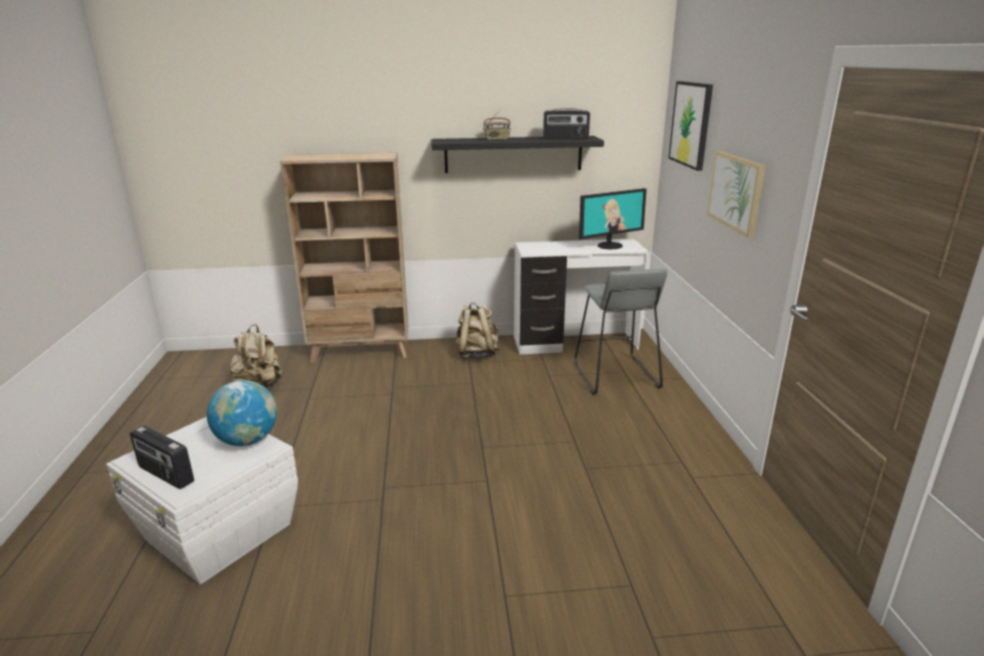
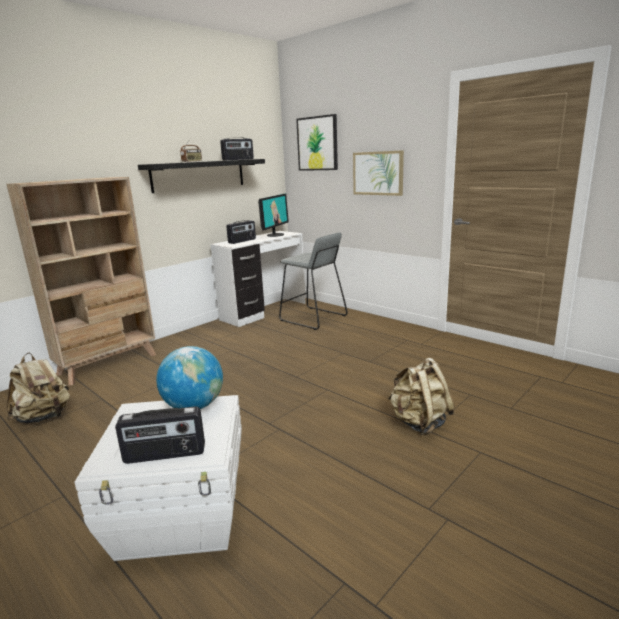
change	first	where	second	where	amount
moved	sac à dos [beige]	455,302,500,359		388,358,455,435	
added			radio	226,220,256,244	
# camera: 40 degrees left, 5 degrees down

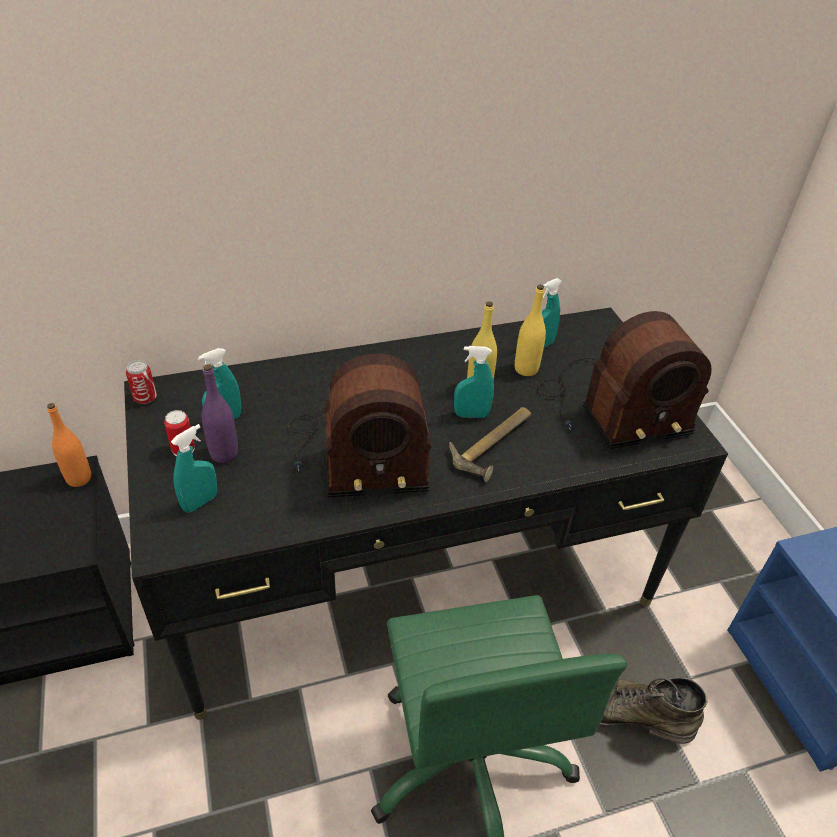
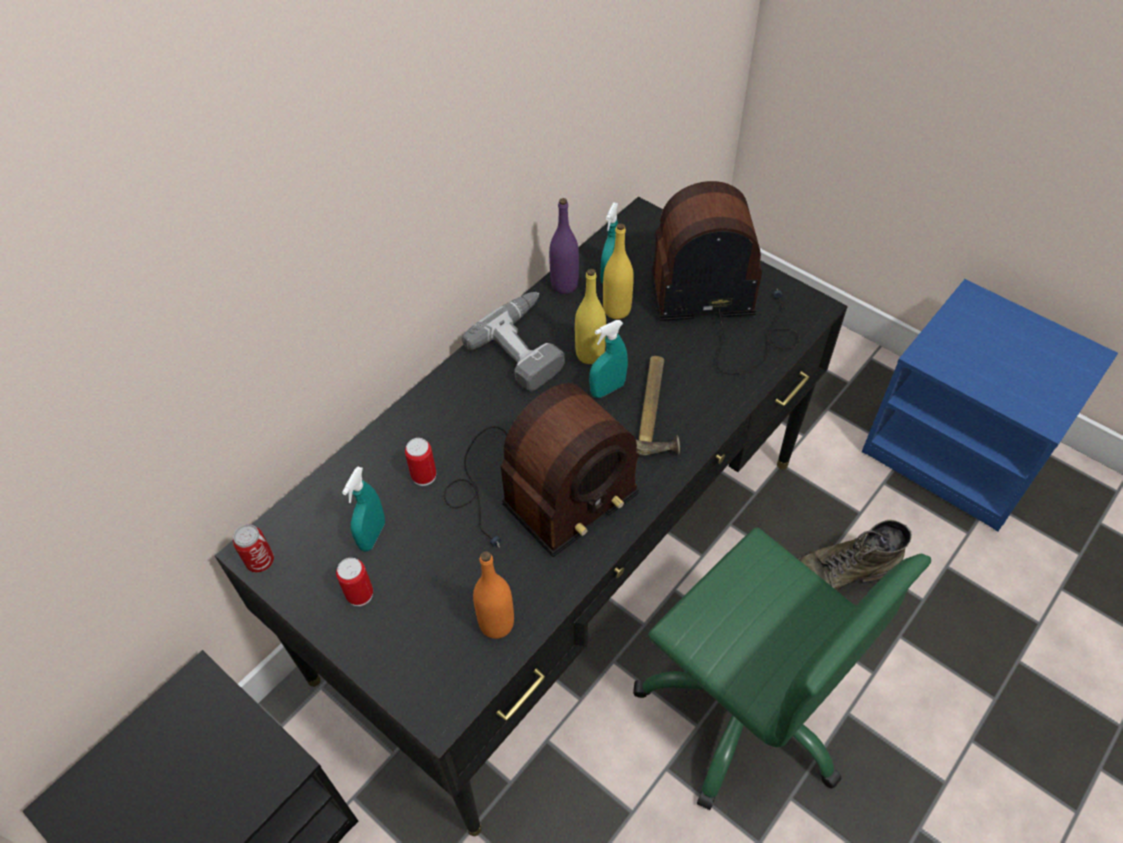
change	first	where	second	where	amount
turned	radio	539,311,712,449		651,181,799,374	135 degrees counterclockwise
moved	bouteille [violet]	202,364,238,463		549,198,579,294	
moved	bouteille [orange]	47,403,91,487		473,551,514,639	
removed	vaporisateur [turquoise]	171,424,217,512			
added			perceuse	462,292,565,392	
added			boîte métallique	405,438,436,486	
# camera: 30 degrees left, 10 degrees up

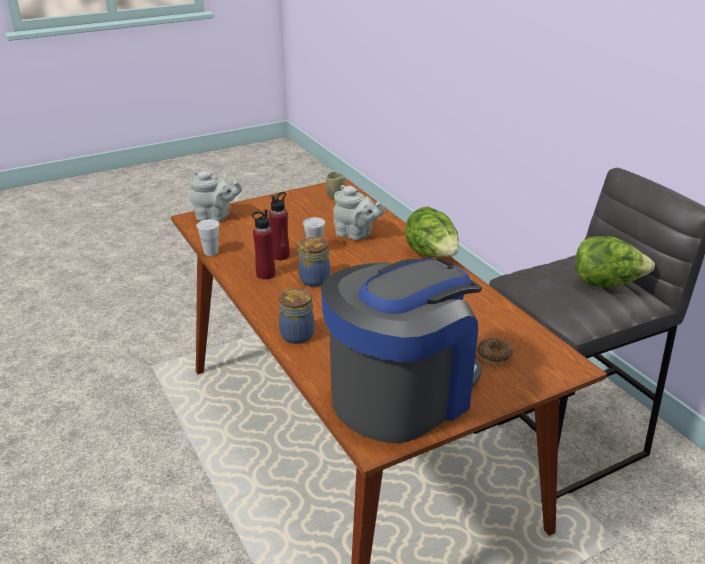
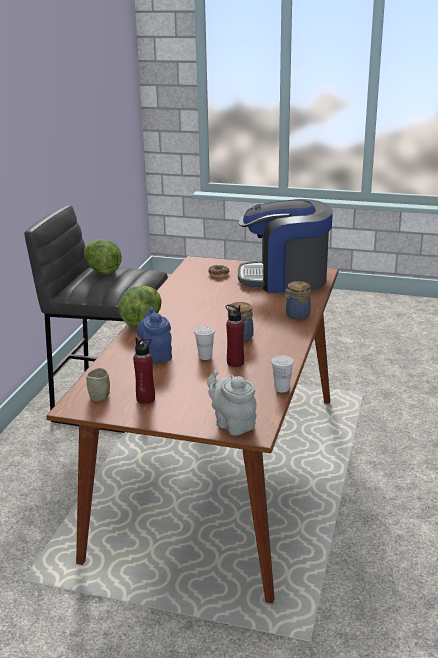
change	first	where	second	where	amount
recoloured	théière [gris]	333,185,385,240	théière [bleu]	137,307,172,363	
moved	bouteille [rouge]	252,209,275,279		133,338,155,404	
# camera: 135 degrees left, 5 degrees down

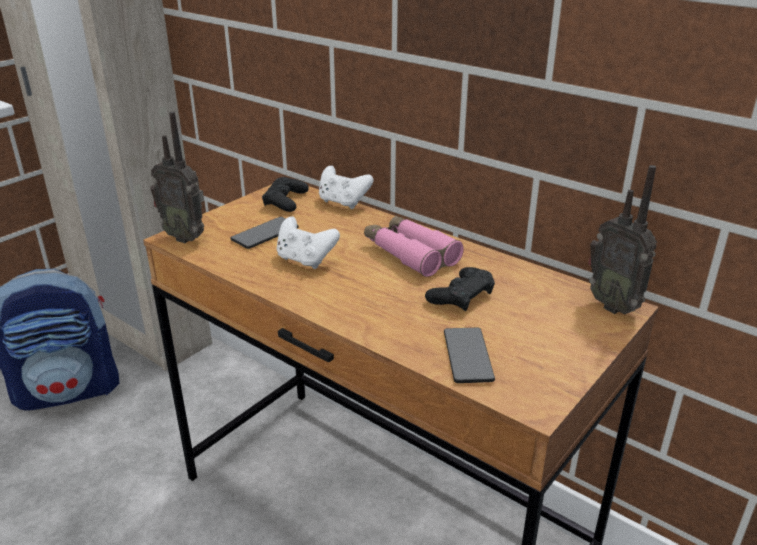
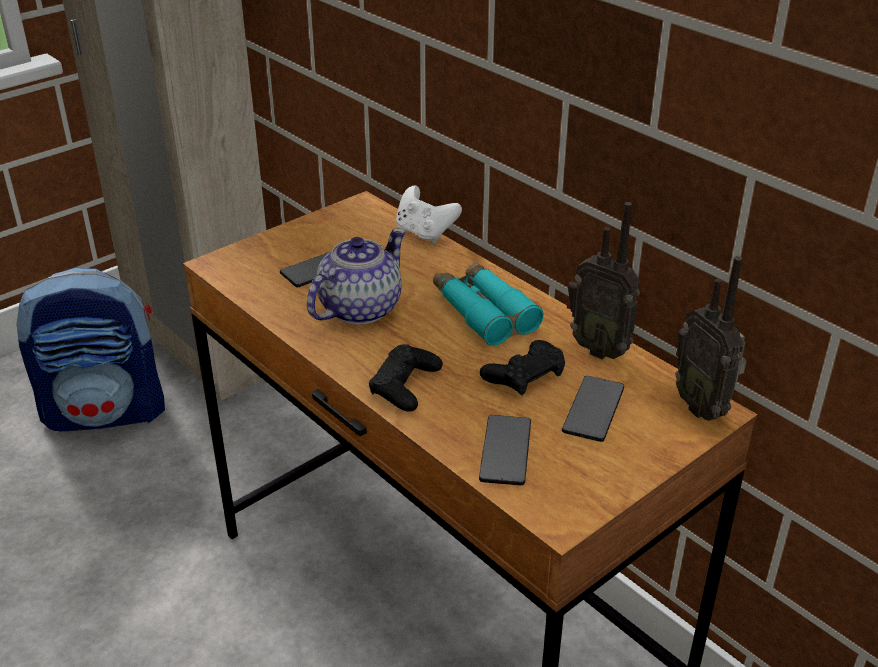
change	first	where	second	where	amount
moved	radio	150,112,204,243		567,202,640,359	
moved	manette [noir]	262,177,309,212		369,344,443,412	
recoloured	jumelles [rose]	364,215,464,277	jumelles [turquoise]	433,262,543,346	
replaced	manette [blanc]	277,216,340,269	théière	307,228,406,324	
added			téléphone	562,376,624,442	
# camera: 10 degrees right, 5 degrees up

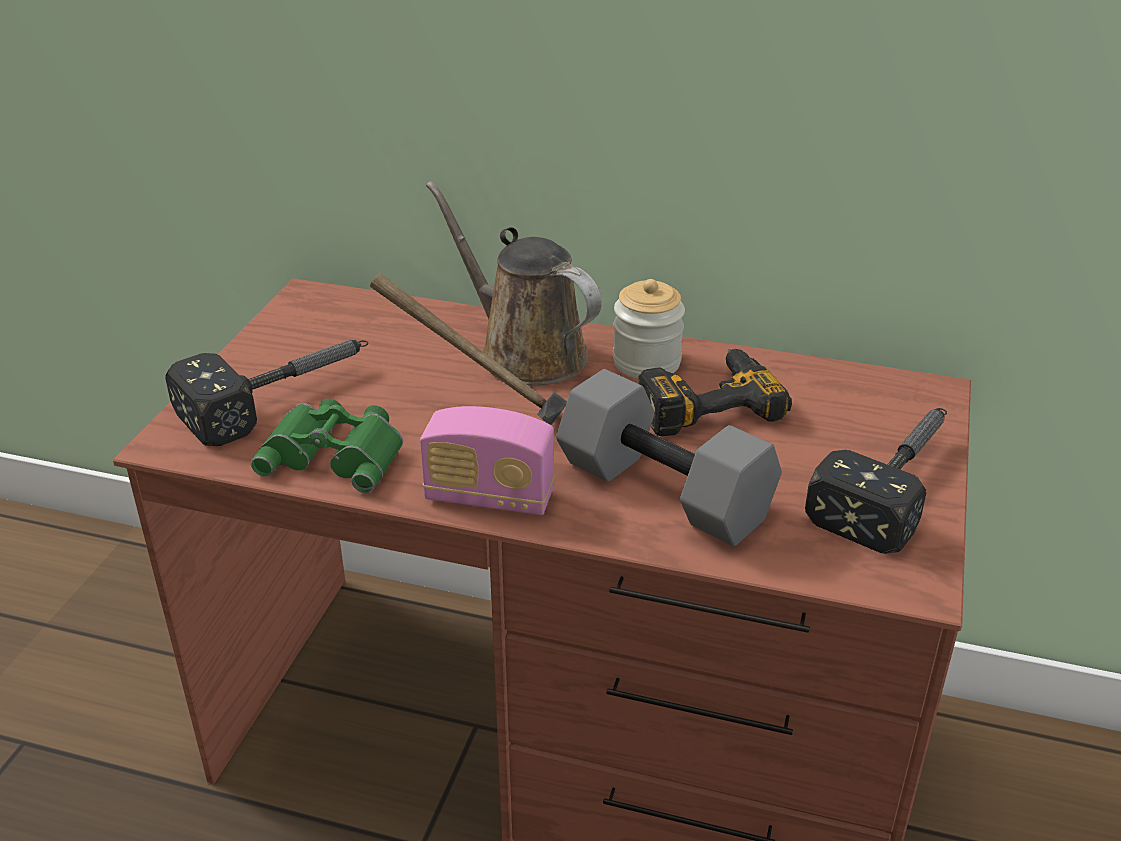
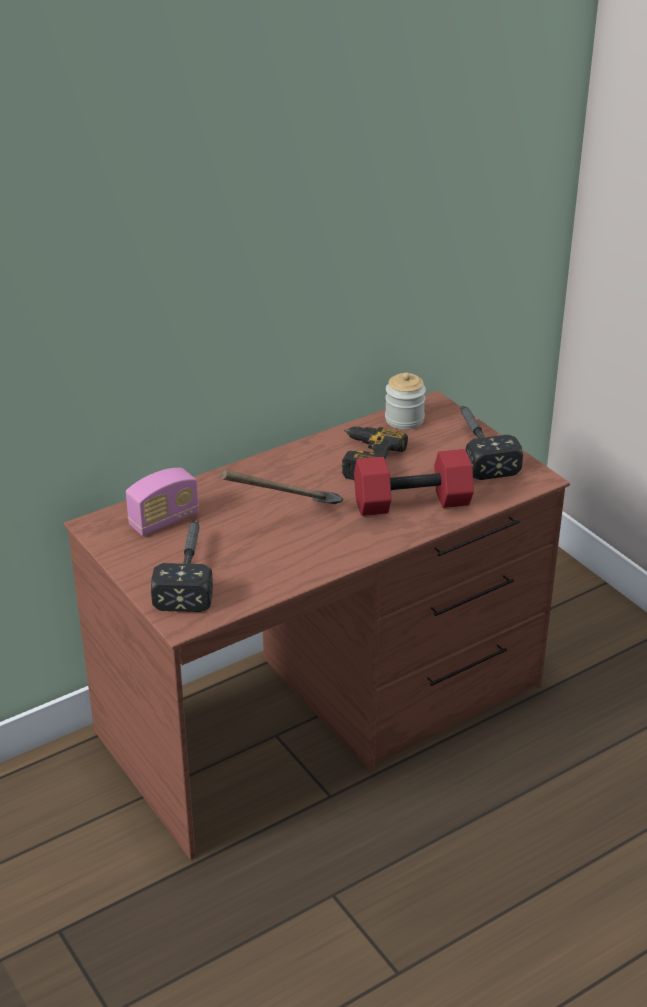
change	first	where	second	where	amount
removed	arrosoir [marron]	426,181,602,385			
moved	bocal	613,279,685,378		385,372,426,429	
recoloured	haltère [gris]	556,369,782,546	haltère [rouge]	354,449,474,516	
removed	jumelles [vert]	251,398,403,493			
moved	radio	420,406,555,515		126,468,199,536	
# camera: 50 degrees left, 0 degrees up

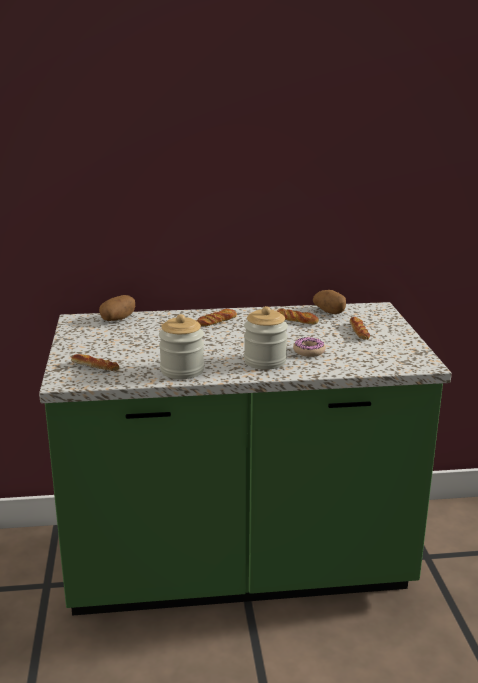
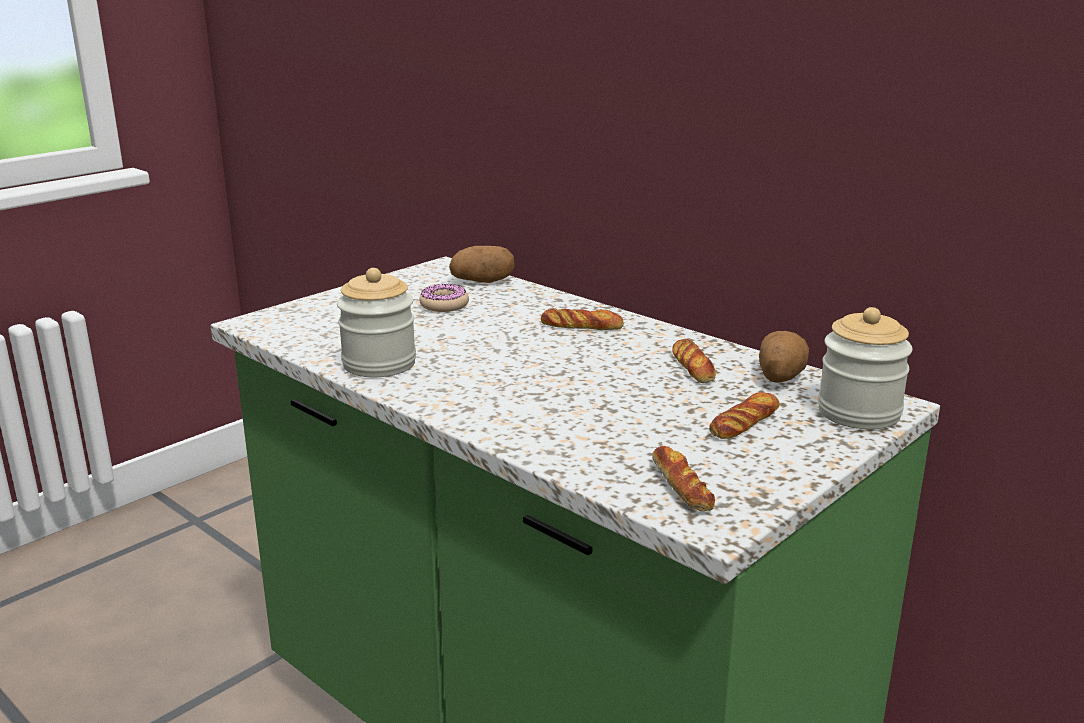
change	first	where	second	where	amount
moved	bocal	244,306,288,370		818,307,913,429	
moved	beignet	293,337,326,357		419,284,469,312	
moved	pain	71,354,119,371		652,446,715,511	
# camera: 50 degrees right, 0 degrees up

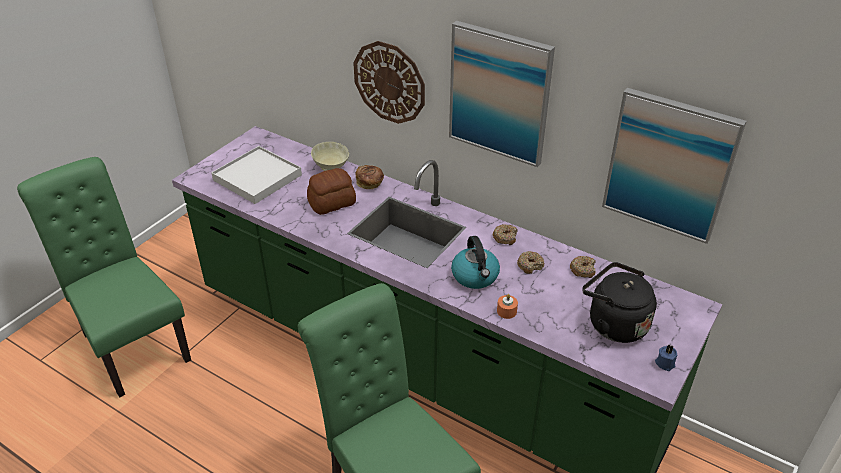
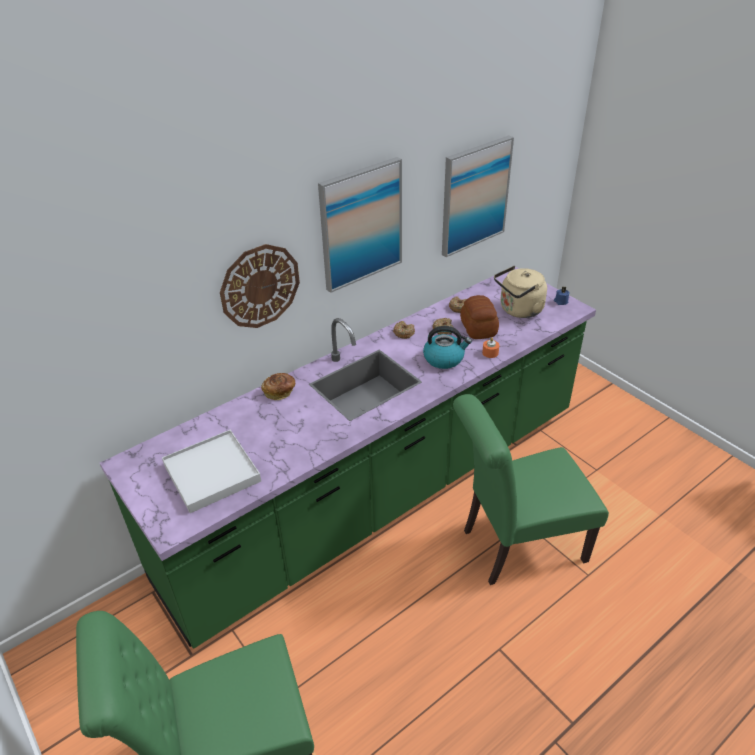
change	first	where	second	where	amount
removed	bol [beige]	311,142,349,171			
moved	pain	307,168,356,215		460,295,499,339	
recoloured	bouilloire [noir]	582,262,657,343	bouilloire [beige]	494,266,547,318	
# camera: 70 degrees left, 0 degrees up

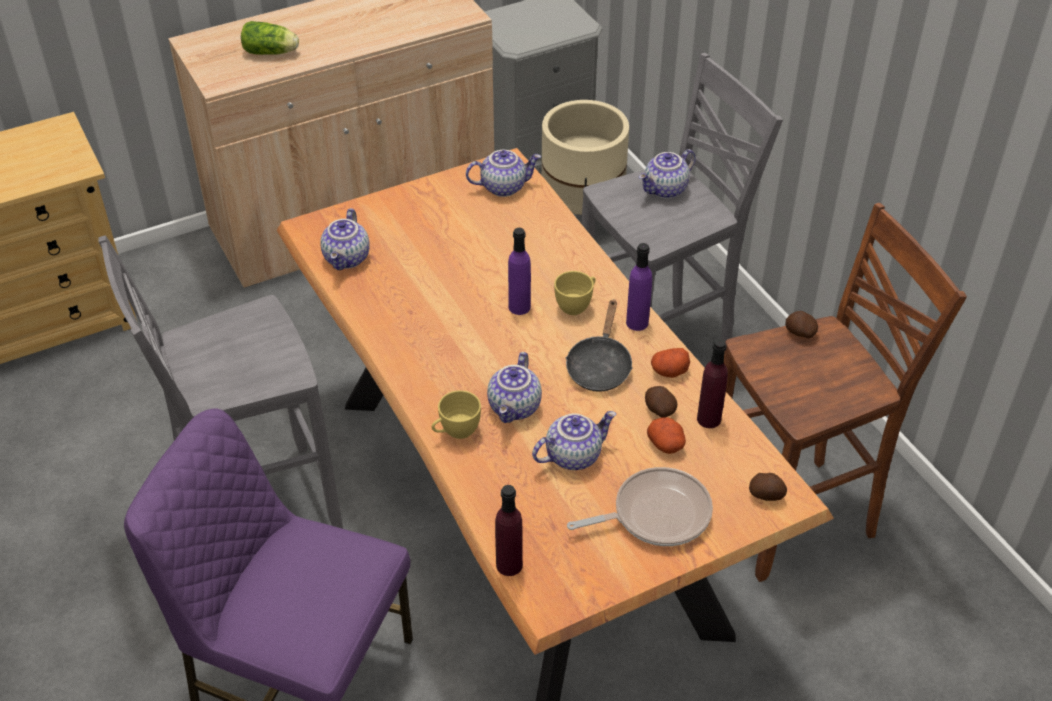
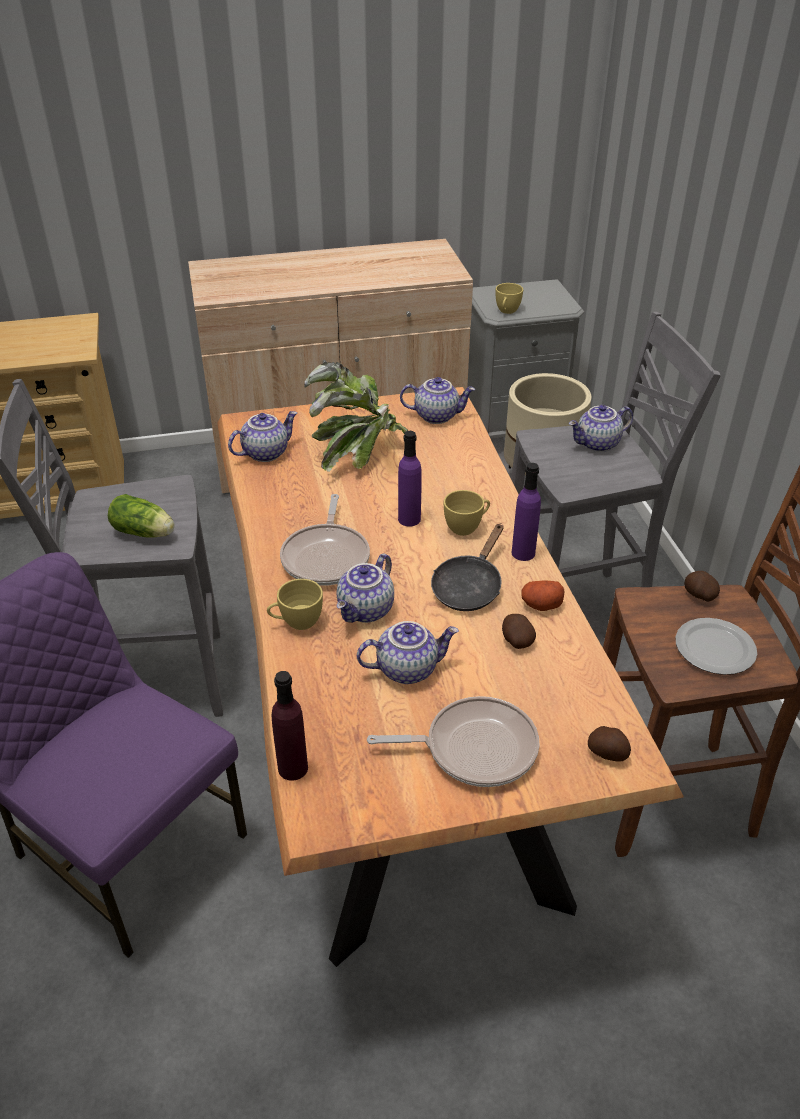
change	first	where	second	where	amount
moved	laitue	241,21,299,55		108,494,174,538	
turned	théière	320,208,370,270		228,411,297,462	150 degrees counterclockwise
removed	bouteille [violet]	697,339,728,428			
removed	pomme de terre	647,417,686,454			
added			tasse [jaune]	495,283,523,314	
added			plante en pot	304,362,408,472	
added			poêle	280,494,370,586	
added			assiette	675,618,757,675	
# camera: 15 degrees right, 5 degrees down

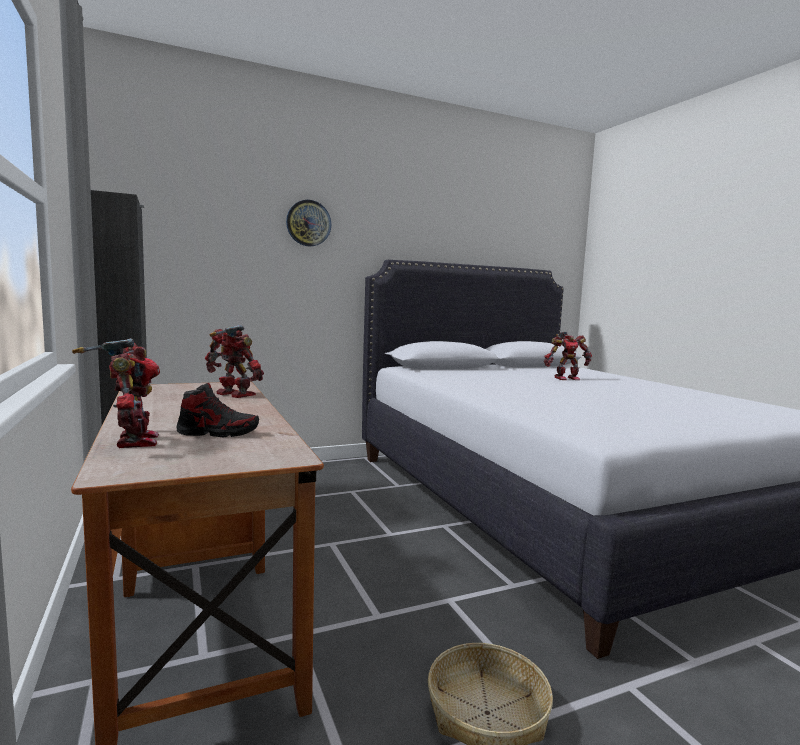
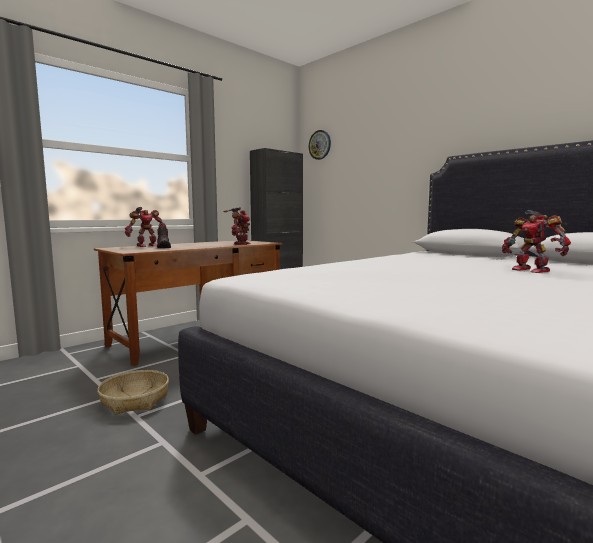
change	first	where	second	where	amount
moved	horloge murale	286,200,331,246		309,130,331,160	
# camera: 70 degrees right, 0 degrees up

